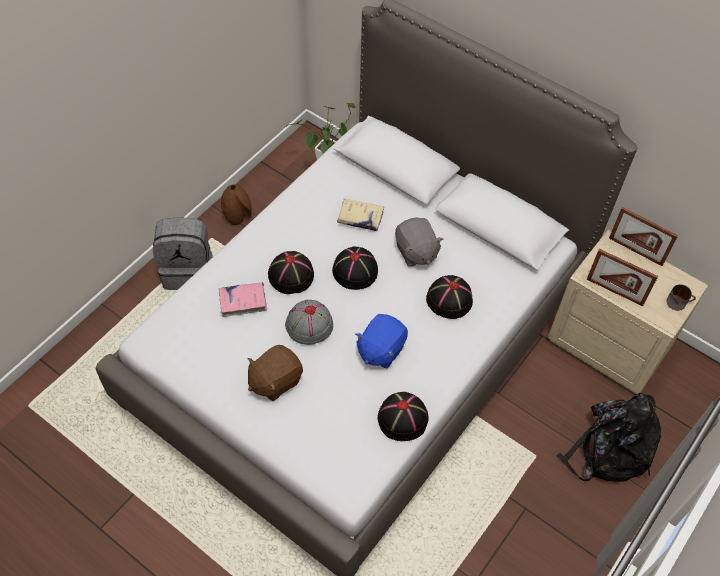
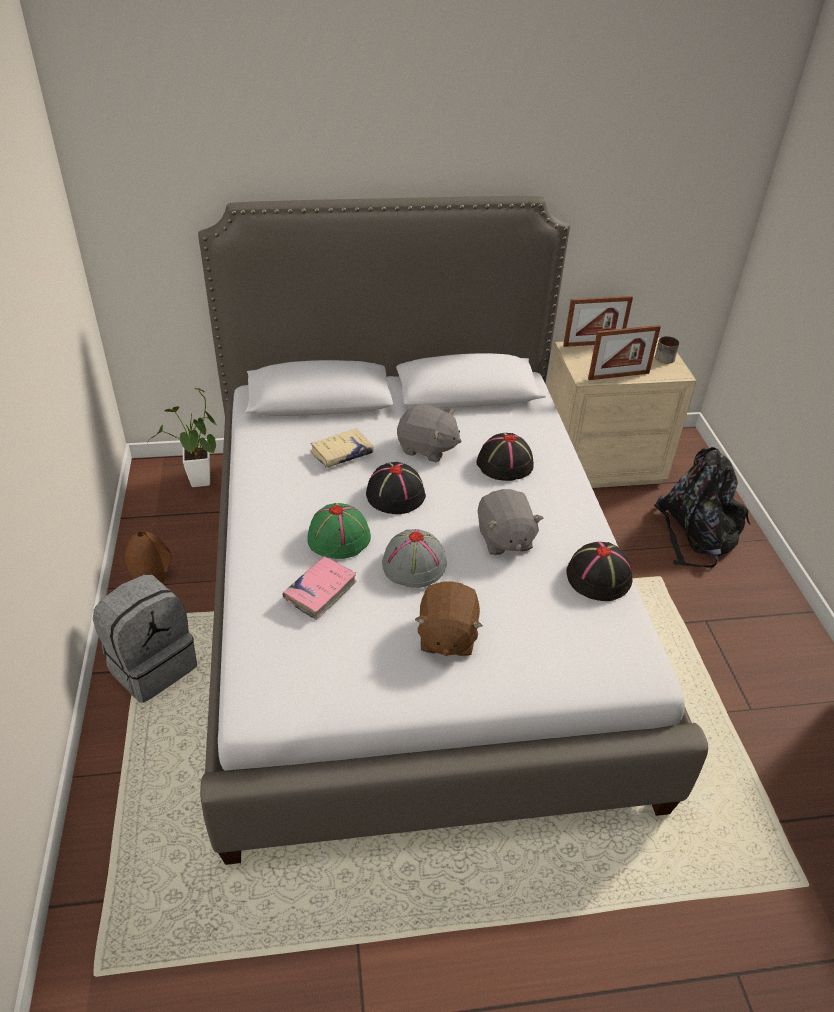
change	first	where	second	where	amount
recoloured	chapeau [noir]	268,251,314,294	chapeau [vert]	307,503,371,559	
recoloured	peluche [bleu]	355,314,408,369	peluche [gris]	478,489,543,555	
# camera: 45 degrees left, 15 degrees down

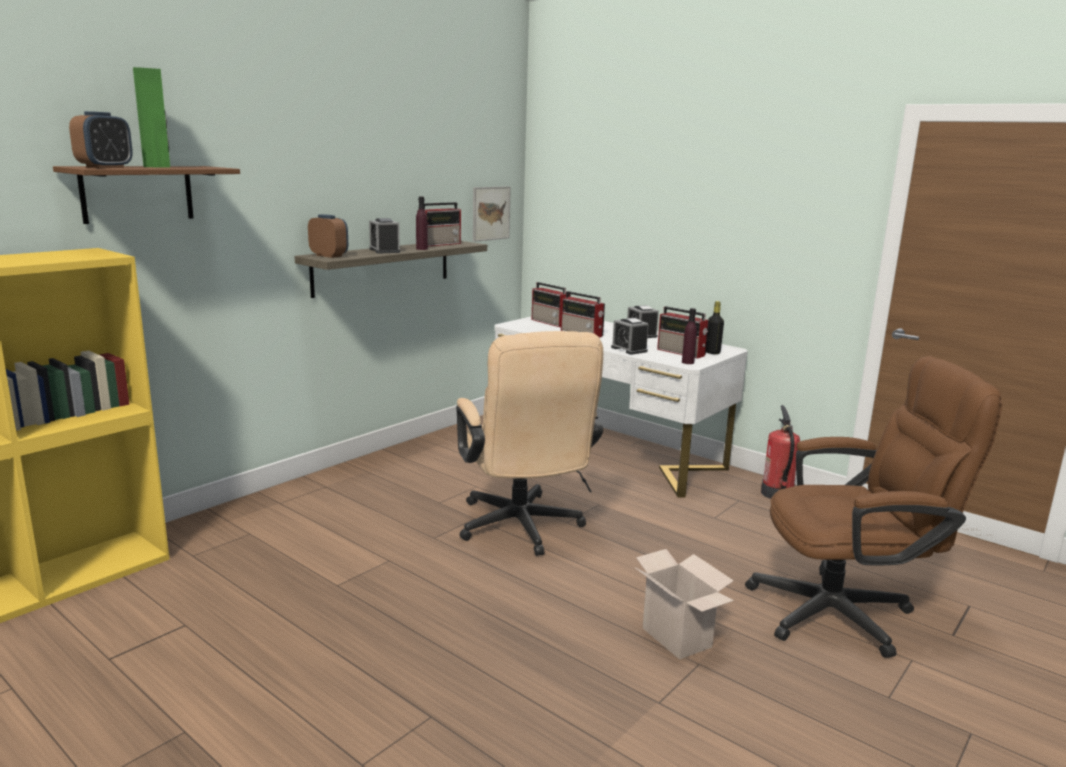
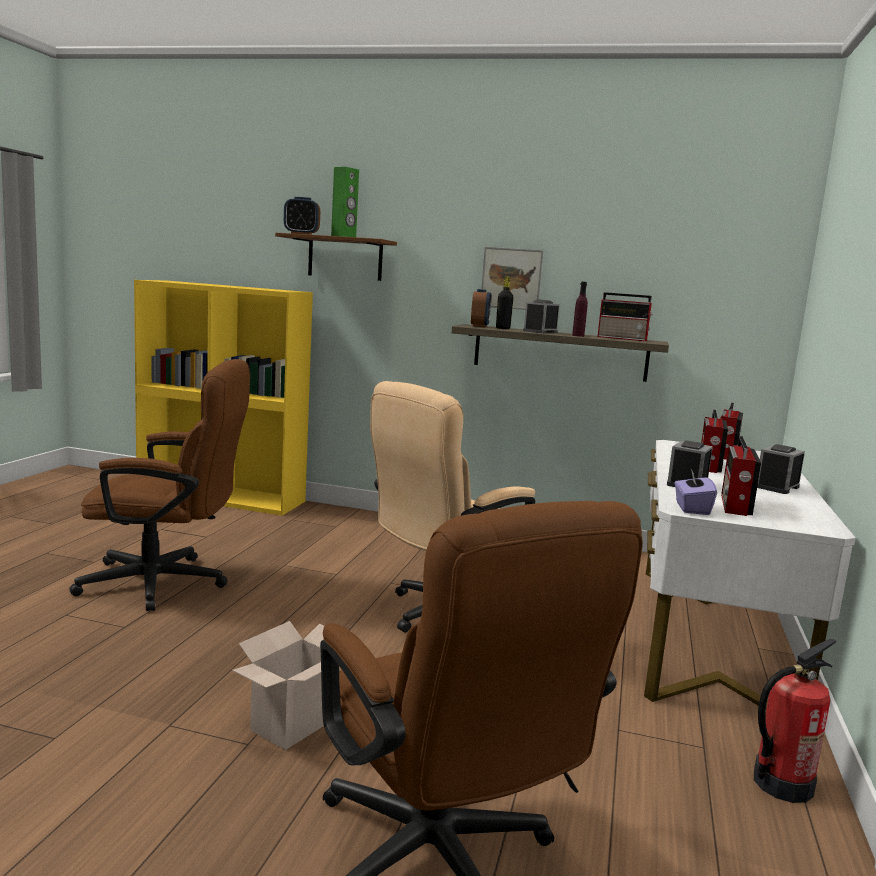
change	first	where	second	where	amount
moved	tableau	473,186,511,242		481,247,544,310	
moved	bouteille [noir]	706,301,724,354		496,276,514,329	
replaced	bouteille [violet]	682,308,697,364	boîte à mouchoirs [violet]	675,469,717,515	
added			chaise de bureau [marron]	69,359,250,611	
# camera: 65 degrees right, 5 degrees down

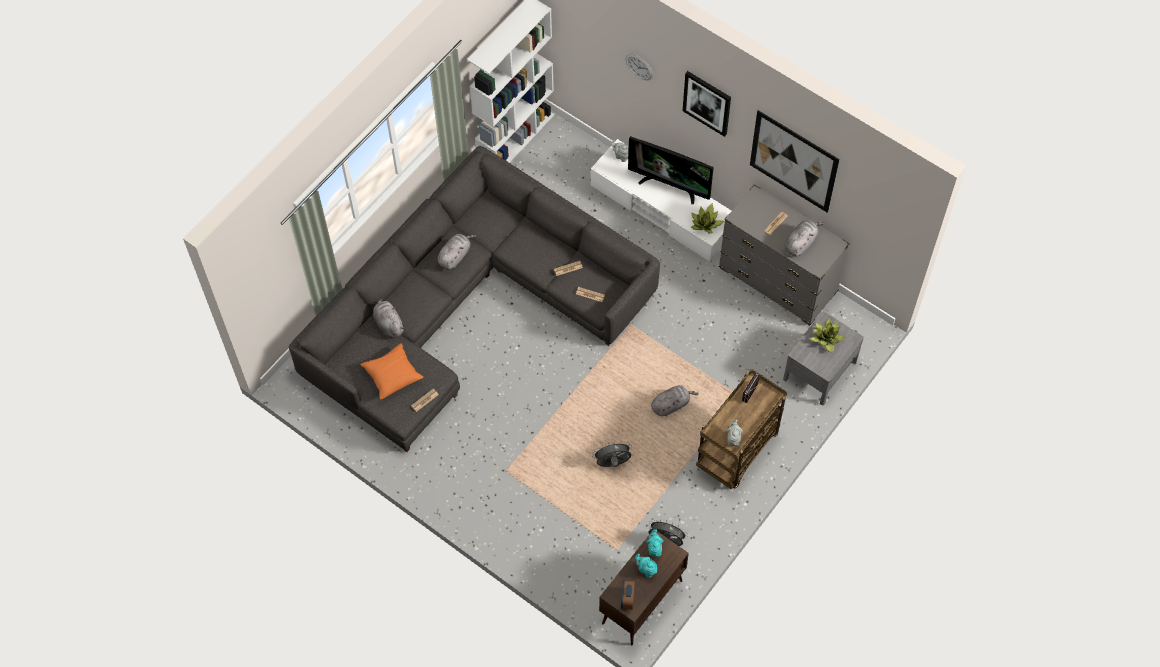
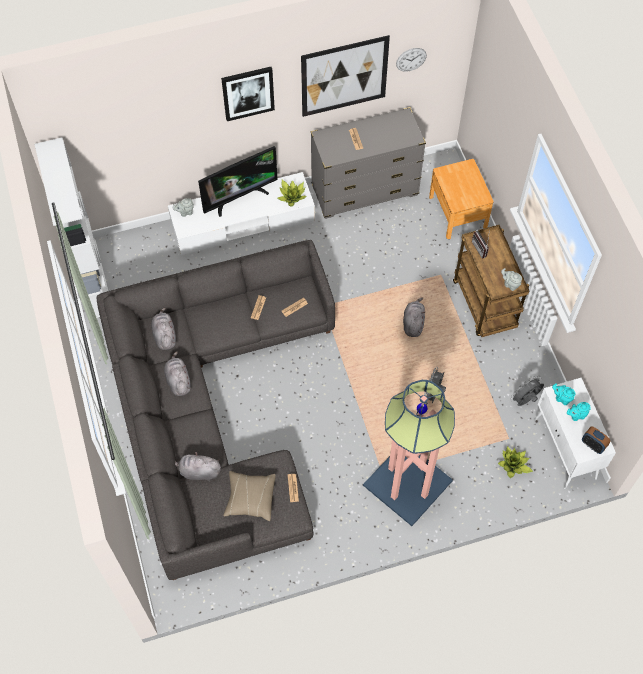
change	first	where	second	where	amount
moved	horloge murale	626,54,653,80		396,48,427,72	
moved	peluche [gris]	784,220,824,256		151,308,176,350	
recoloured	table de chevet [gris]	783,312,864,405	table de chevet [marron]	429,159,494,239	
moved	plante en pot	811,318,846,352		498,446,533,478	
recoloured	coussin [orange]	360,343,423,399	coussin [beige]	223,471,276,521	
recoloured	meuble de rangement [marron]	599,529,689,645	meuble de rangement [blanc]	534,378,616,489	
added			lampadaire	363,380,455,526	
# camera: 55 degrees left, 0 degrees up

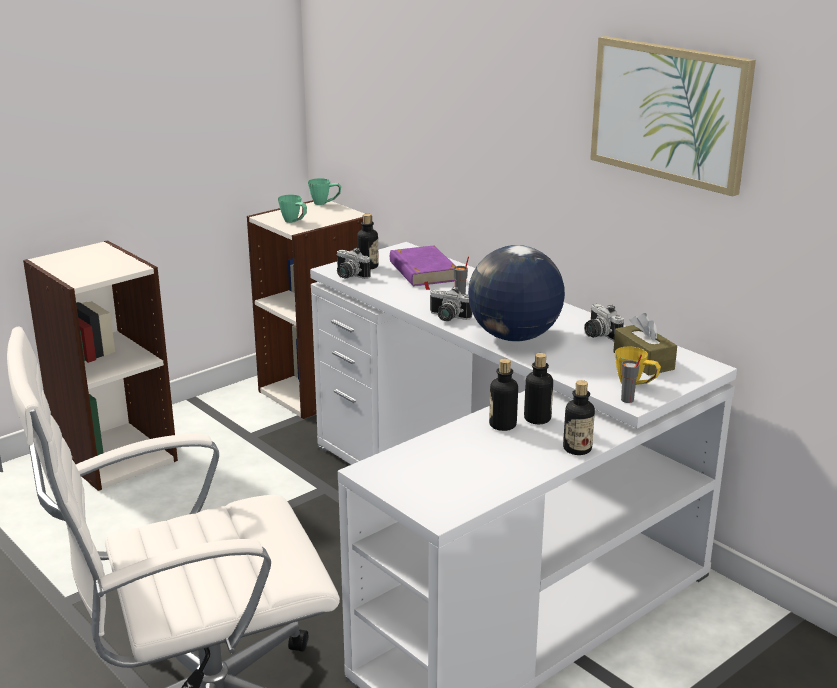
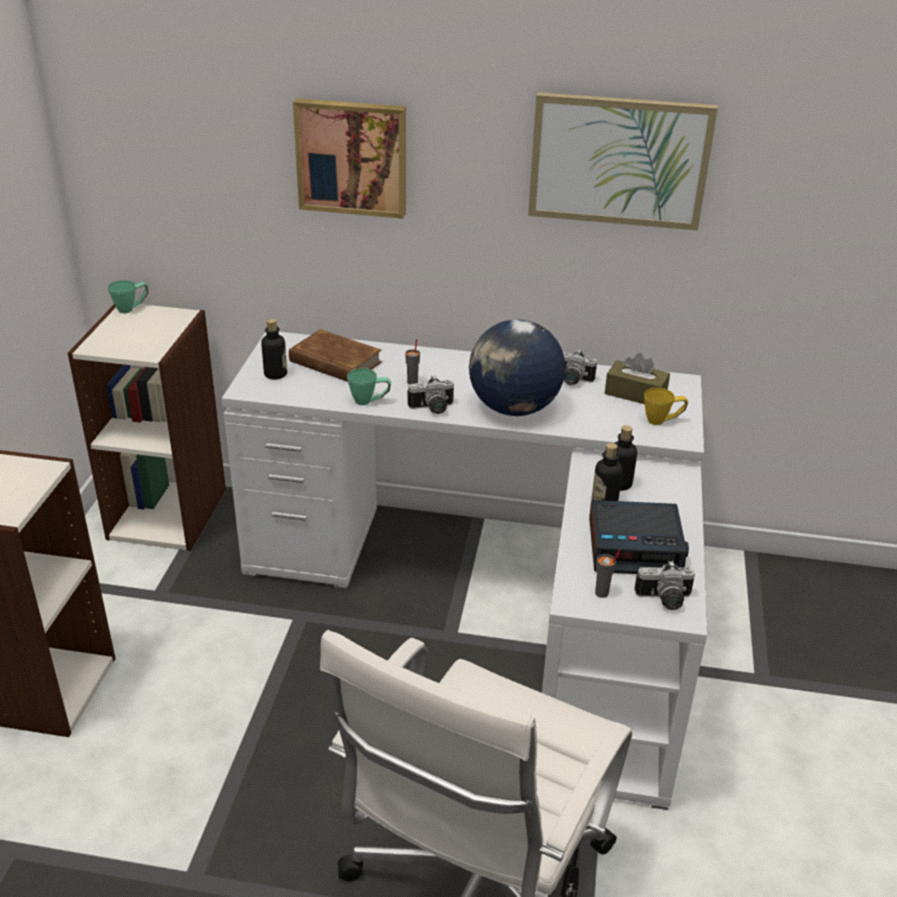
change	first	where	second	where	amount
moved	mug [vert]	278,195,307,223		347,368,391,405	
recoloured	livre [violet]	390,246,456,290	livre [marron]	289,329,382,382	
moved	appareil photo	336,248,371,279		634,561,695,610	
moved	tasse [gris]	621,355,642,403		595,549,621,598	
removed	bouteille	563,380,595,455			
added			tableau	293,98,406,219	
added			réveil	589,500,689,574	
# camera: 40 degrees left, 10 degrees up

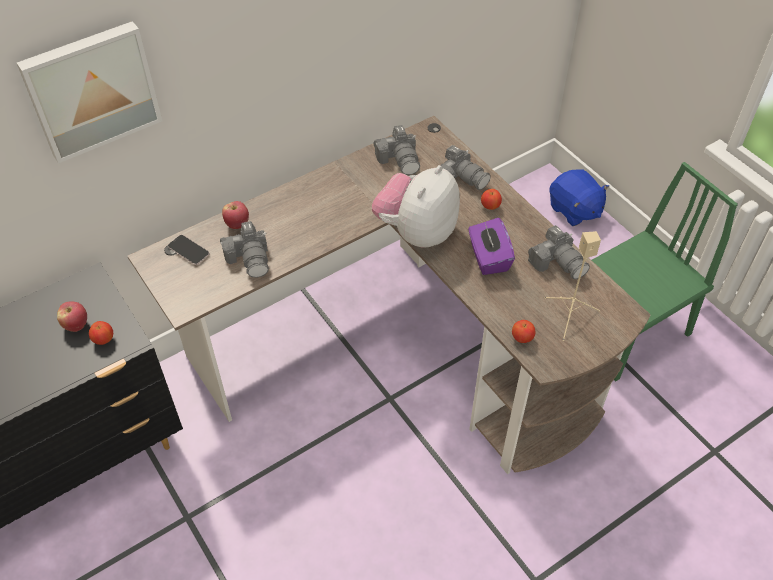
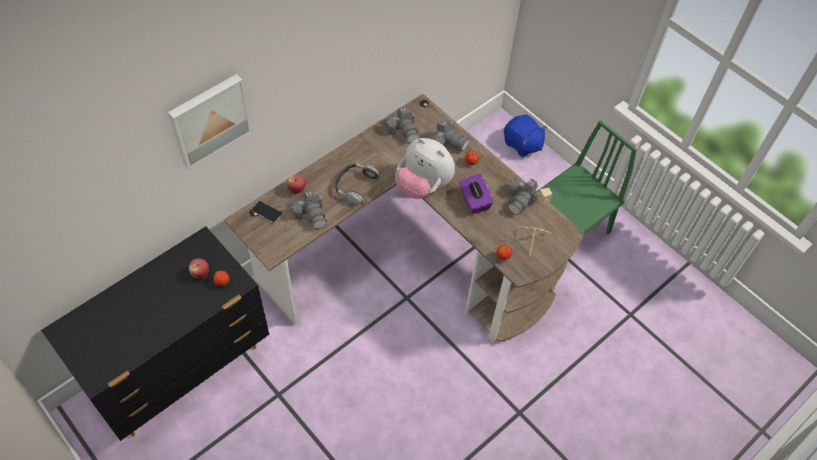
change	first	where	second	where	amount
turned	peluche	372,165,460,248		395,138,455,199	75 degrees counterclockwise
turned	appareil photo	528,225,590,279		508,177,539,215	75 degrees clockwise
added			casque audio	335,163,380,204	
# camera: 10 degrees left, 5 degrees up

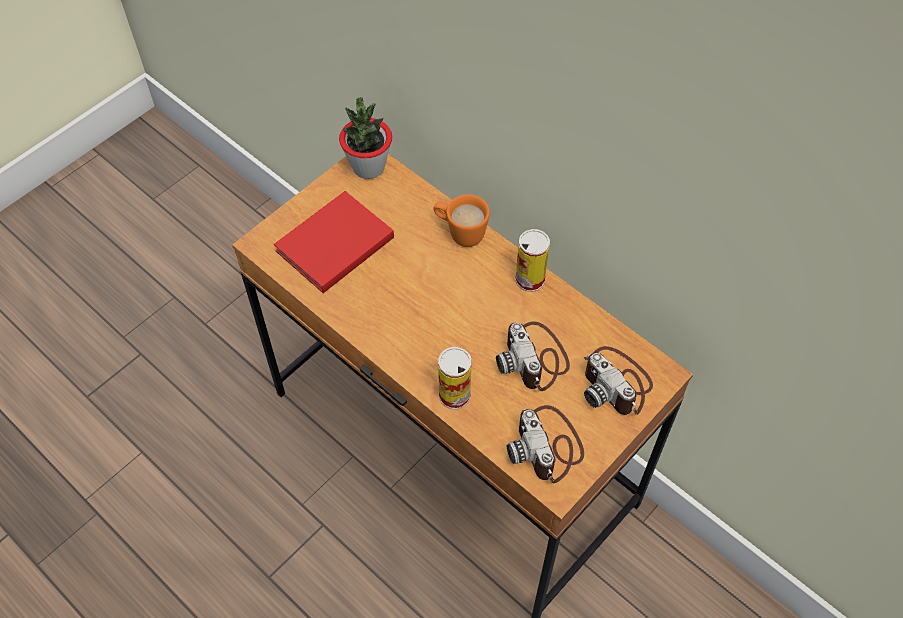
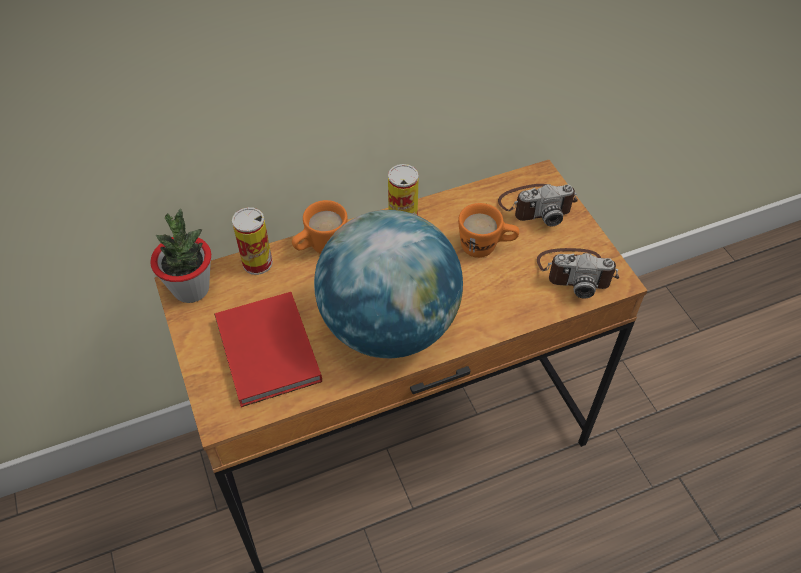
change	first	where	second	where	amount
replaced	appareil photo	496,322,570,391	mug [orange]	458,203,519,258	
moved	boîte métallique	438,347,472,410		232,207,273,275	
added			globe	314,210,463,359	
# camera: 65 degrees left, 5 degrees down

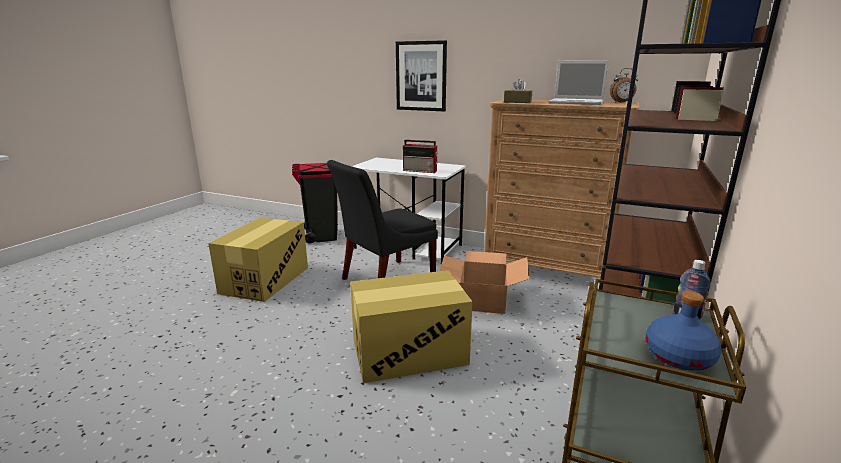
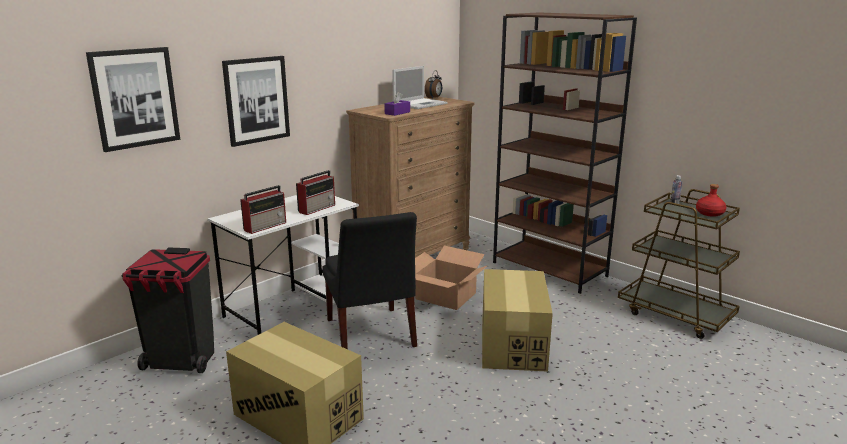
change	first	where	second	where	amount
recoloured	boîte à mouchoirs [marron]	504,79,532,103	boîte à mouchoirs [violet]	384,92,410,116	
recoloured	bouteille [bleu]	645,291,721,371	bouteille [rouge]	696,184,726,217	
added			tableau	86,47,180,152	
added			radio	240,185,286,234	
# camera: 70 degrees left, 0 degrees up

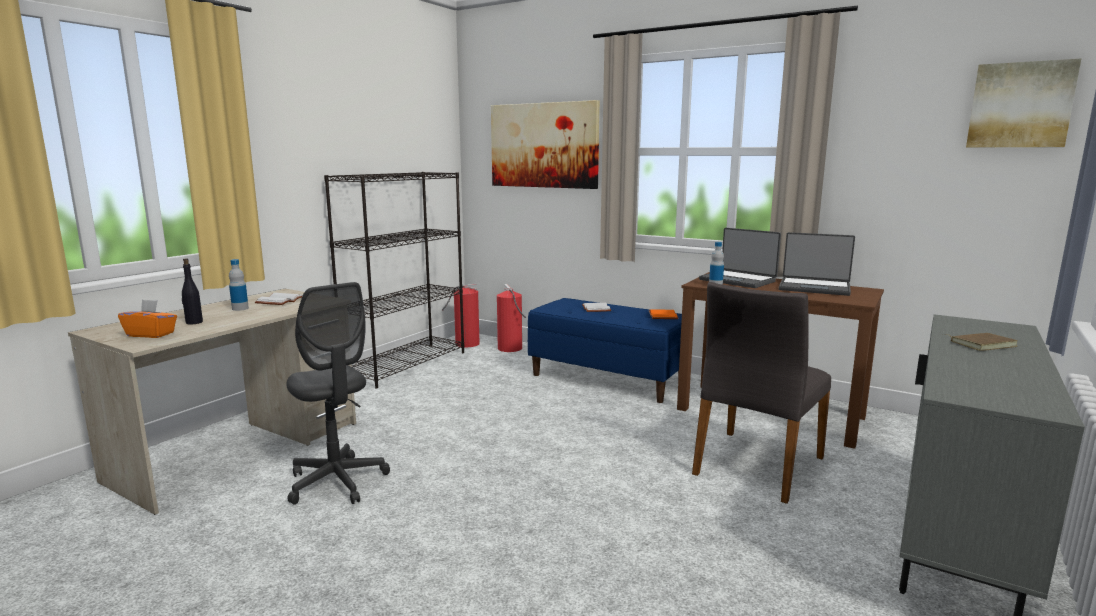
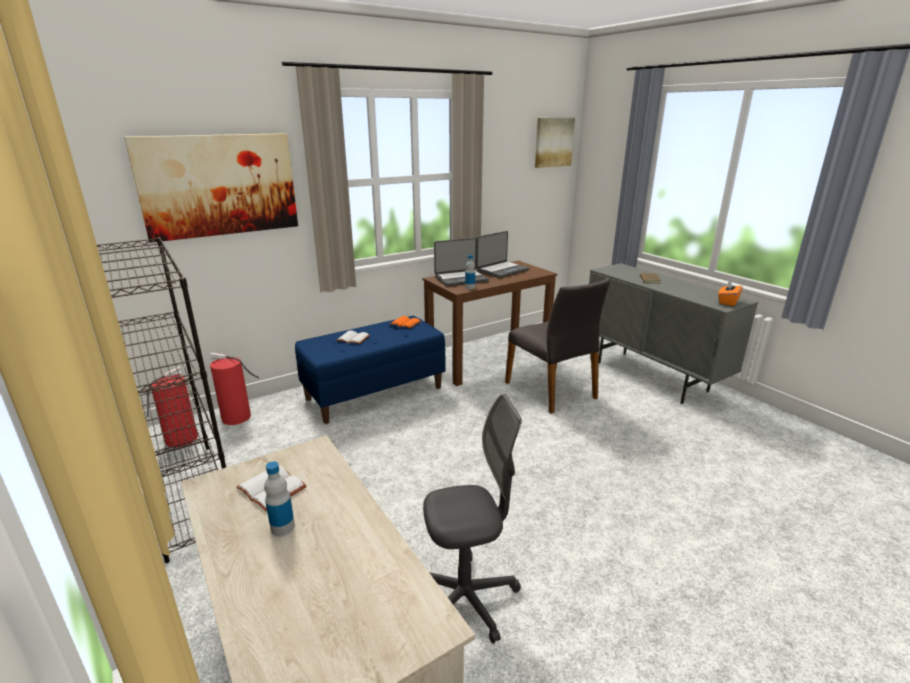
change	first	where	second	where	amount
removed	bouteille [noir]	182,258,203,324			
moved	boîte à mouchoirs [orange]	118,300,177,338		718,280,743,306	
# camera: 65 degrees left, 10 degrees up

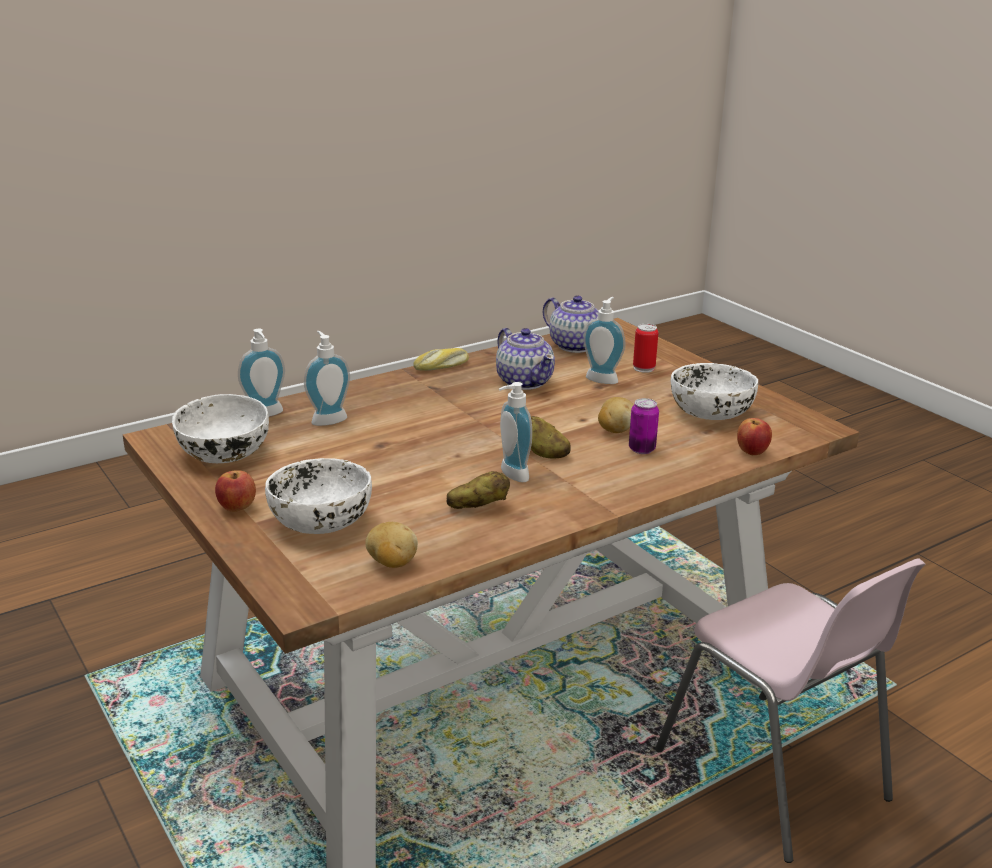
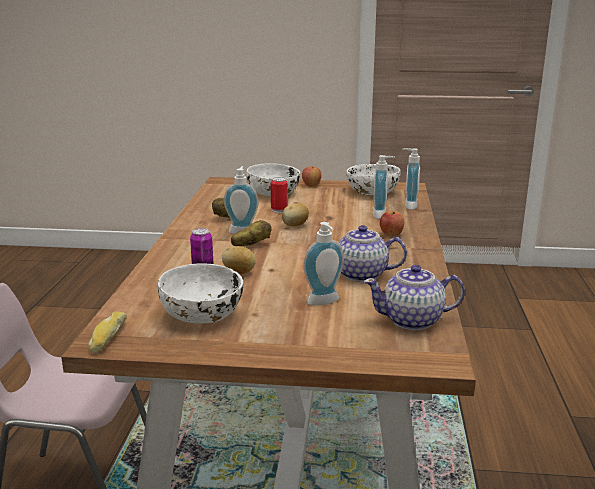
change	first	where	second	where	amount
moved	boîte métallique	633,324,658,373		271,177,288,213	
moved	pain	413,348,469,371		88,311,127,353	
moved	pomme	737,418,772,455		380,211,404,236	
moved	pomme de terre	365,522,418,568		282,203,309,226	
# camera: 130 degrees right, 5 degrees down

